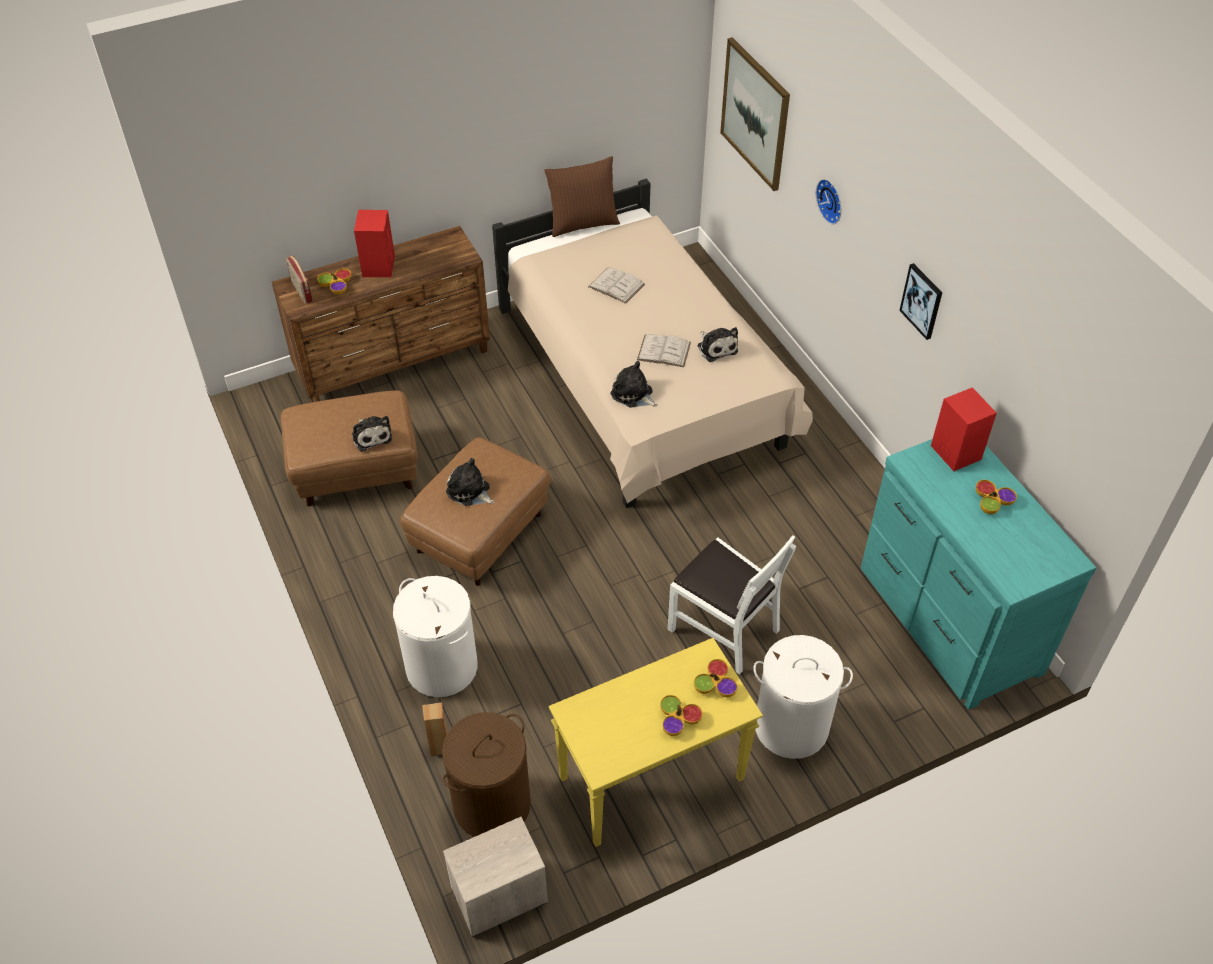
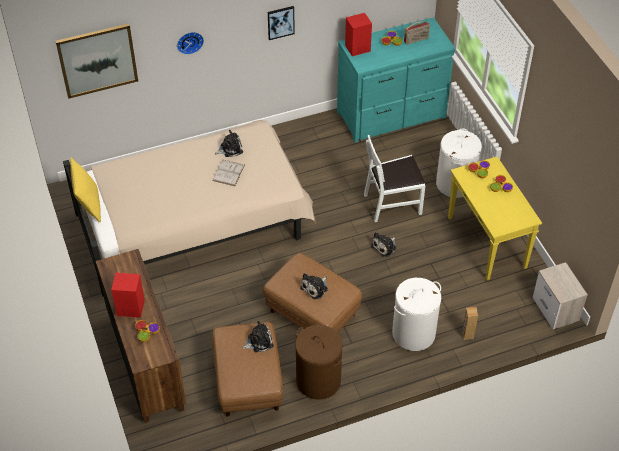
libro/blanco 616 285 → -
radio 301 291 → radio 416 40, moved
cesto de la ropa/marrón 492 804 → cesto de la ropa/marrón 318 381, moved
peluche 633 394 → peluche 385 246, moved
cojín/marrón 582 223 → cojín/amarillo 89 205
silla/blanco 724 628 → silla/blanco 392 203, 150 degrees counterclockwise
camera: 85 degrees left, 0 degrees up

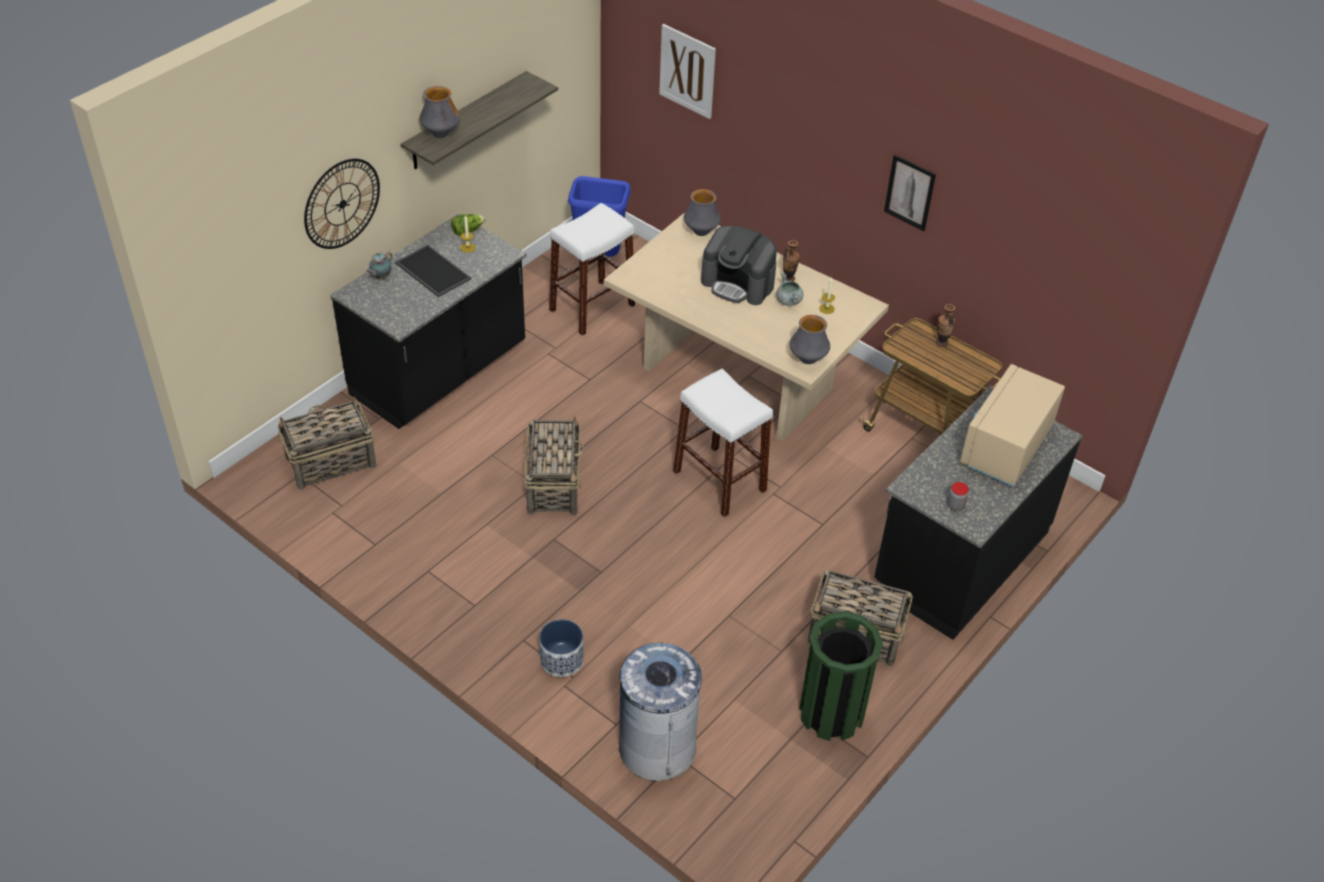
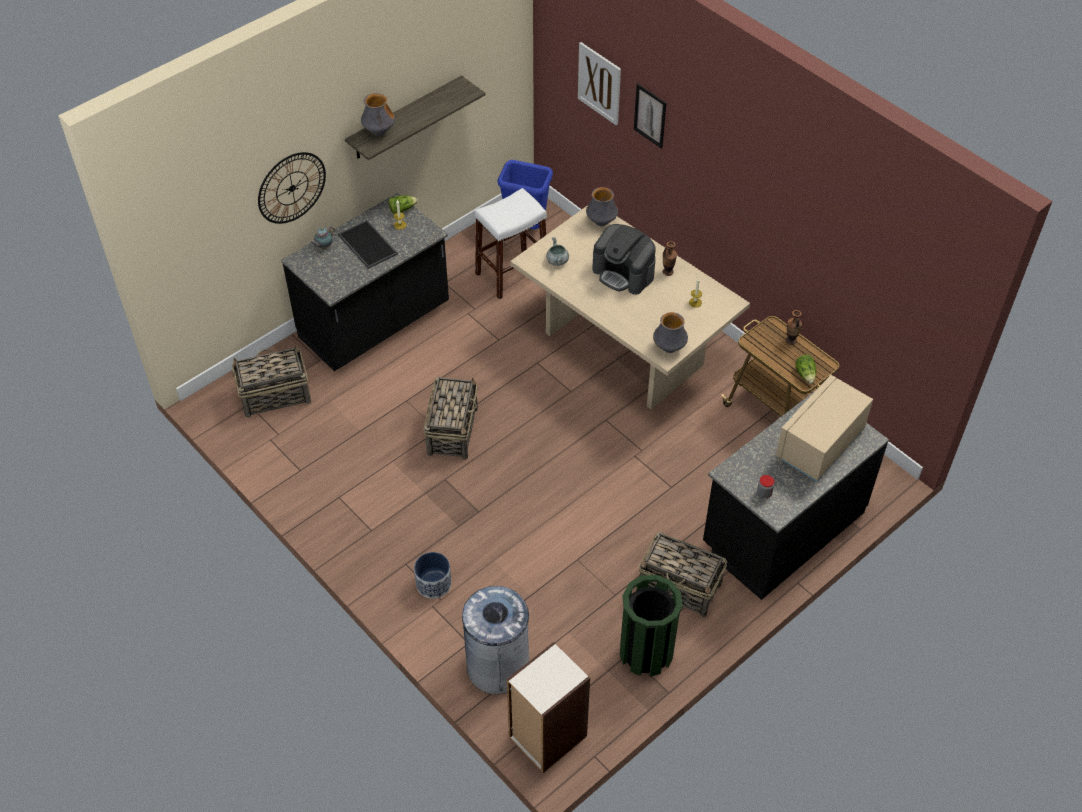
taburete/blanco 719 481 → -
- → estantería 547 737
- → lechuga 805 374
olla/gris 789 301 → olla/gris 557 261, moved
cuadro 909 192 → cuadro 650 116, moved
camera: 10 degrees right, 5 degrees up

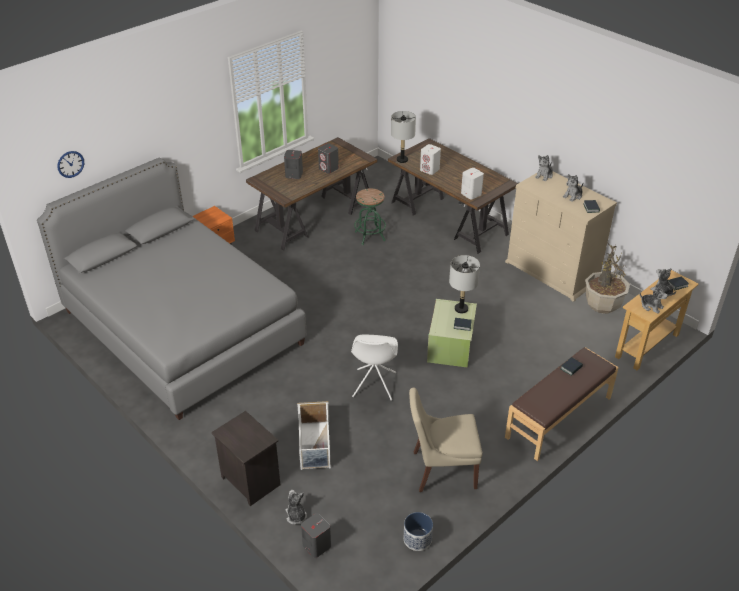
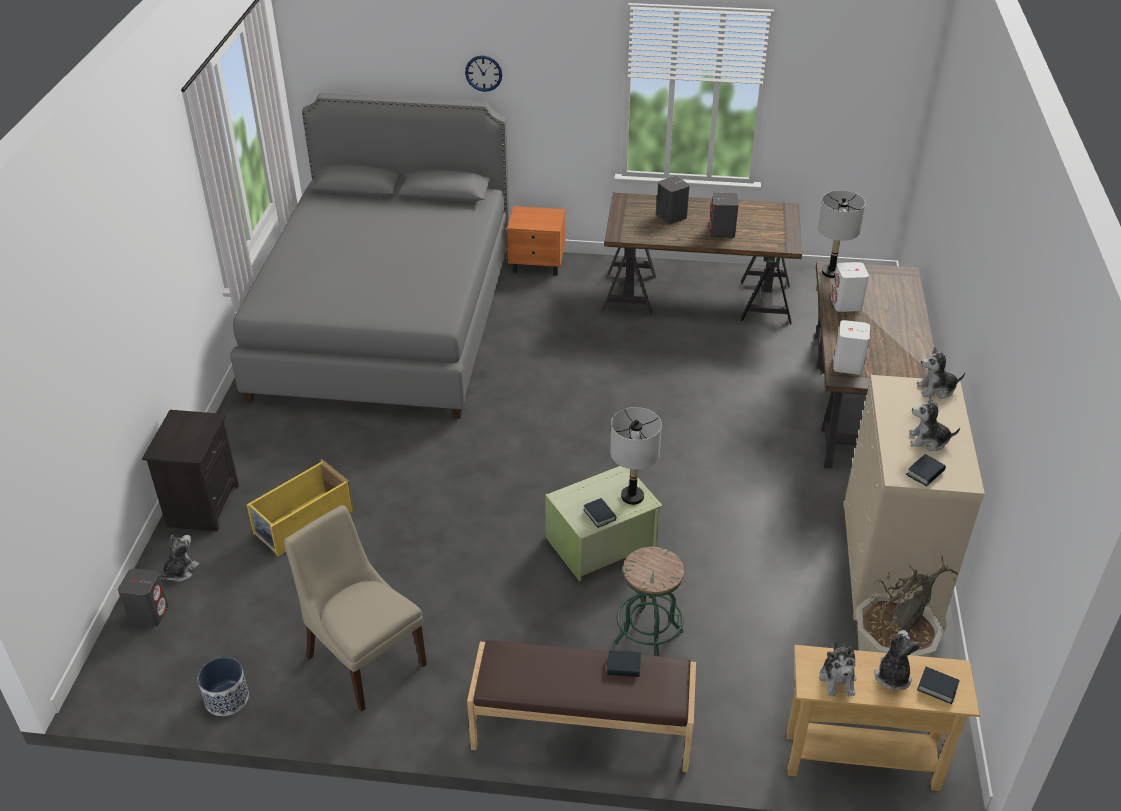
silla/blanco 374 385 → -
reloj de pared 70 164 → reloj de pared 483 73, moved
taburete/verde 370 236 → taburete/verde 648 637, moved
caja de almacenaje/blanco 315 445 → caja de almacenaje/amarillo 303 523
camera: 50 degrees right, 0 degrees up

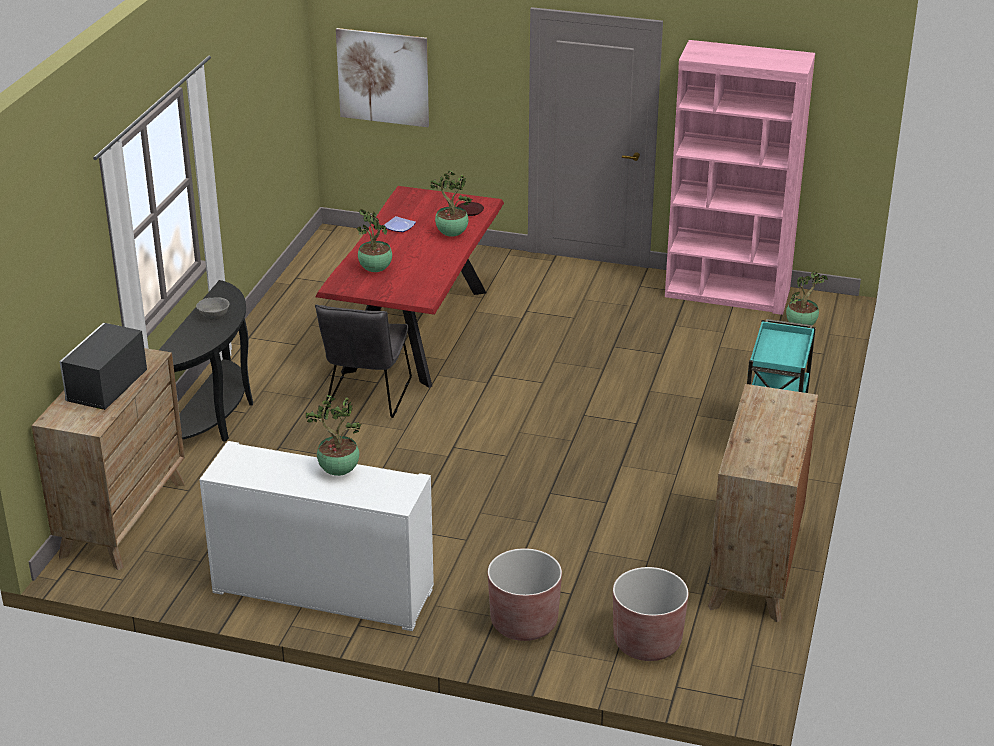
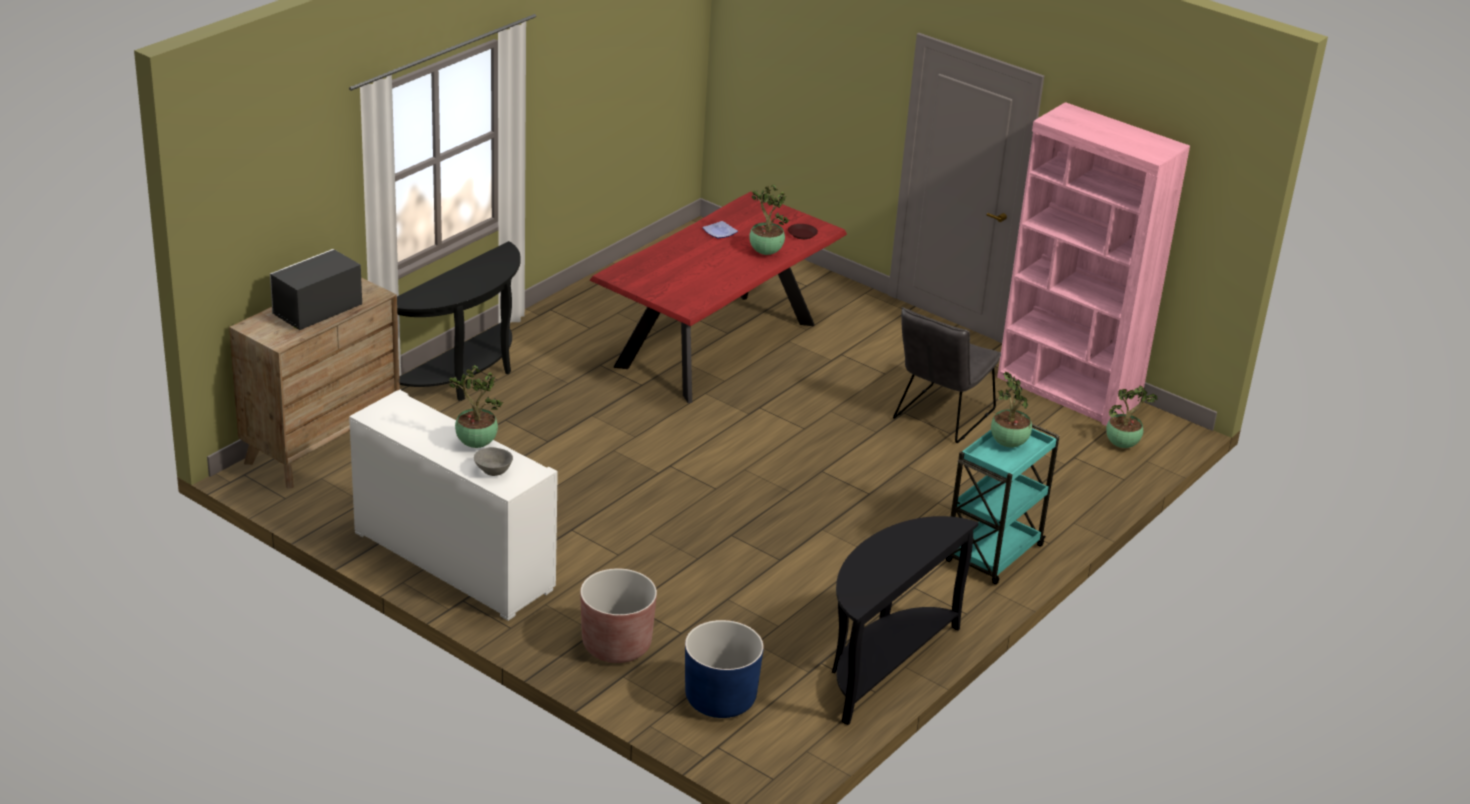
cuadro 383 77 → -
cuenco/gris 214 316 → cuenco/gris 493 470, moved
silla/gris 366 398 → silla/gris 940 417, moved
planta en maceta 376 270 → planta en maceta 1009 444, moved
cómoda/marrón 756 567 → mesa consola/negro 882 664
maceta/marrón 647 642 → maceta/azul 720 699
camera: 20 degrees right, 0 degrees up

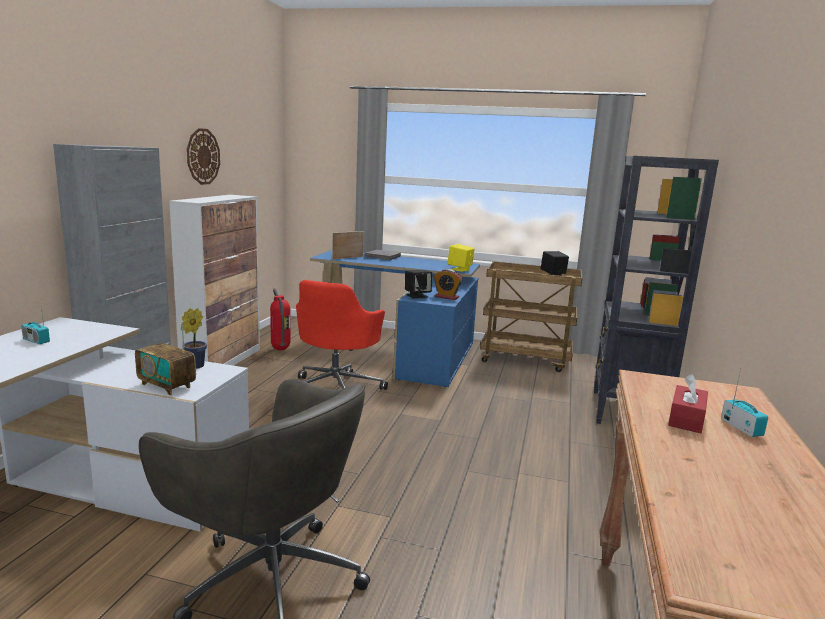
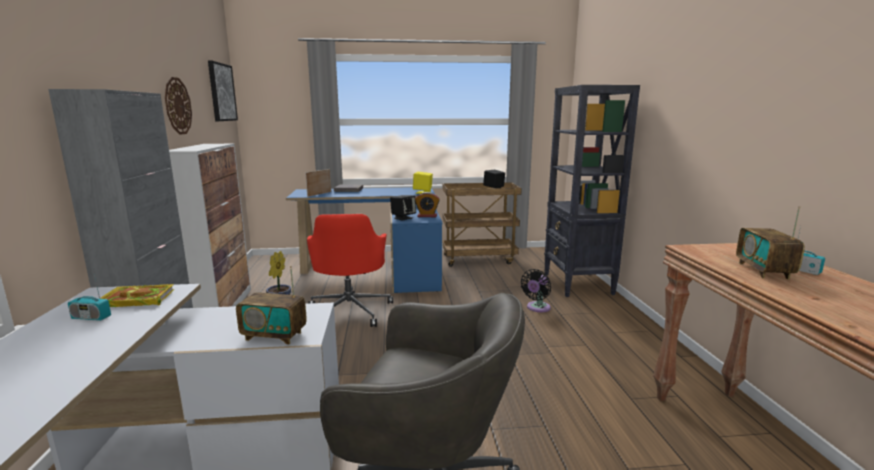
extintor 280 349 → -
- → libro 135 300
- → cuadro 221 92
- → ventilador/negro 537 308
caja de pañuelos/rojo 686 419 → radio 764 271
camera: 20 degrees left, 0 degrees up

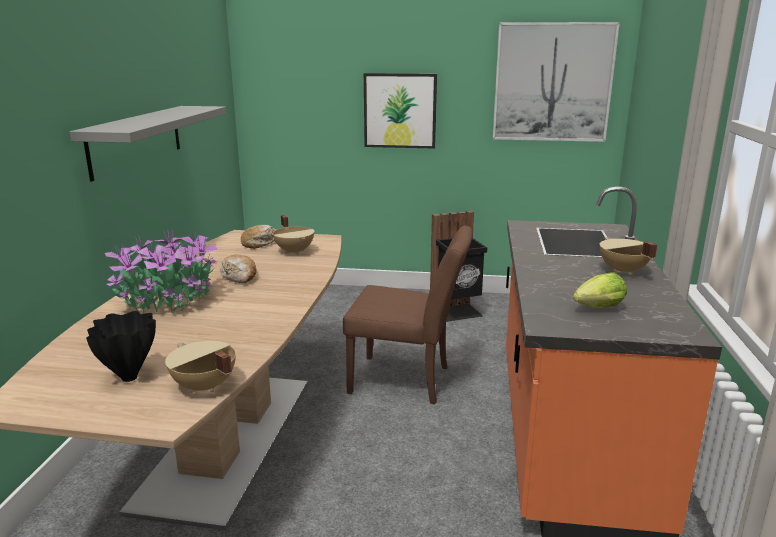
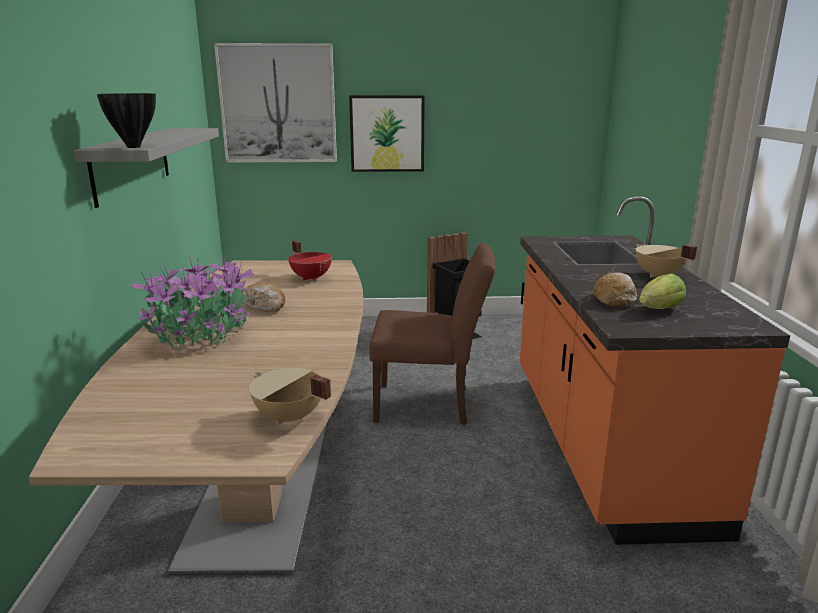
florero/negro 130 377 → florero/negro 134 147, moved
pan 260 243 → pan 614 298, moved
cuadro 552 82 → cuadro 278 104, moved
olla/beis 295 251 → olla/rojo 311 278
camera: 10 degrees left, 0 degrees up

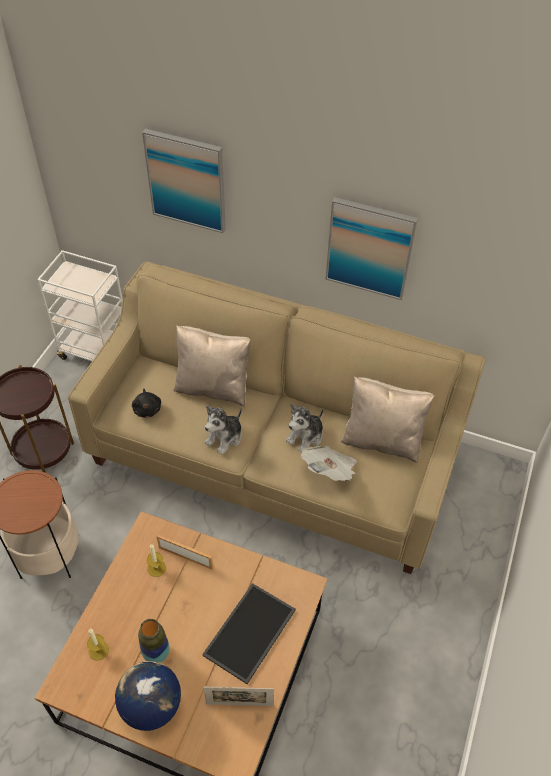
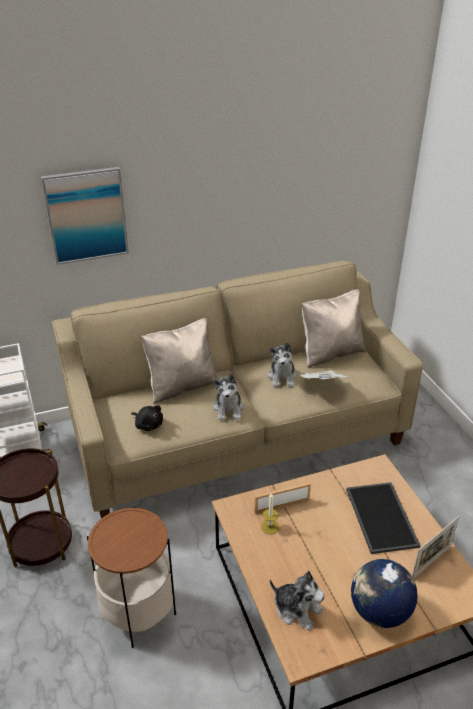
florero 156 653 → -
cuadro 370 248 → -
vela 98 650 → peluche 297 609
camera: 40 degrees left, 15 degrees down

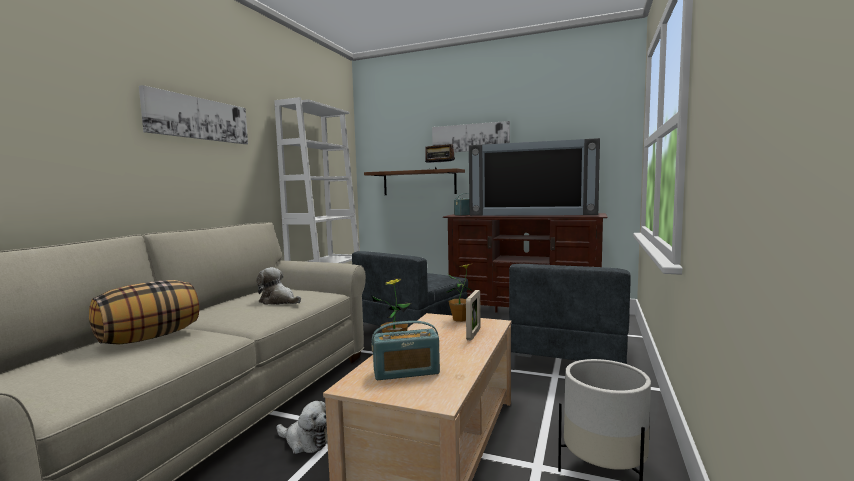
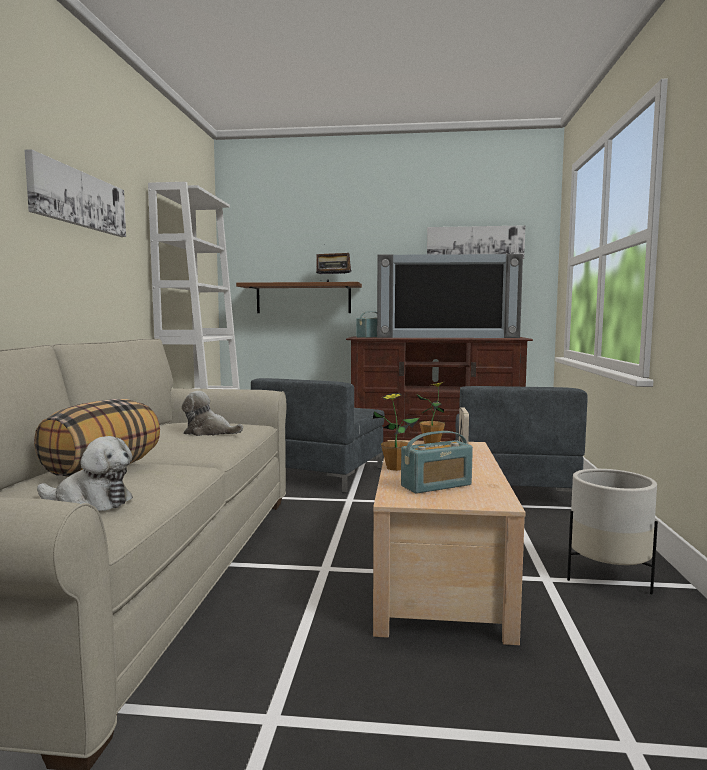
peluche 305 441 → peluche 90 502, moved
cuadro 470 138 → cuadro 475 243, moved
camera: 15 degrees left, 0 degrees up

